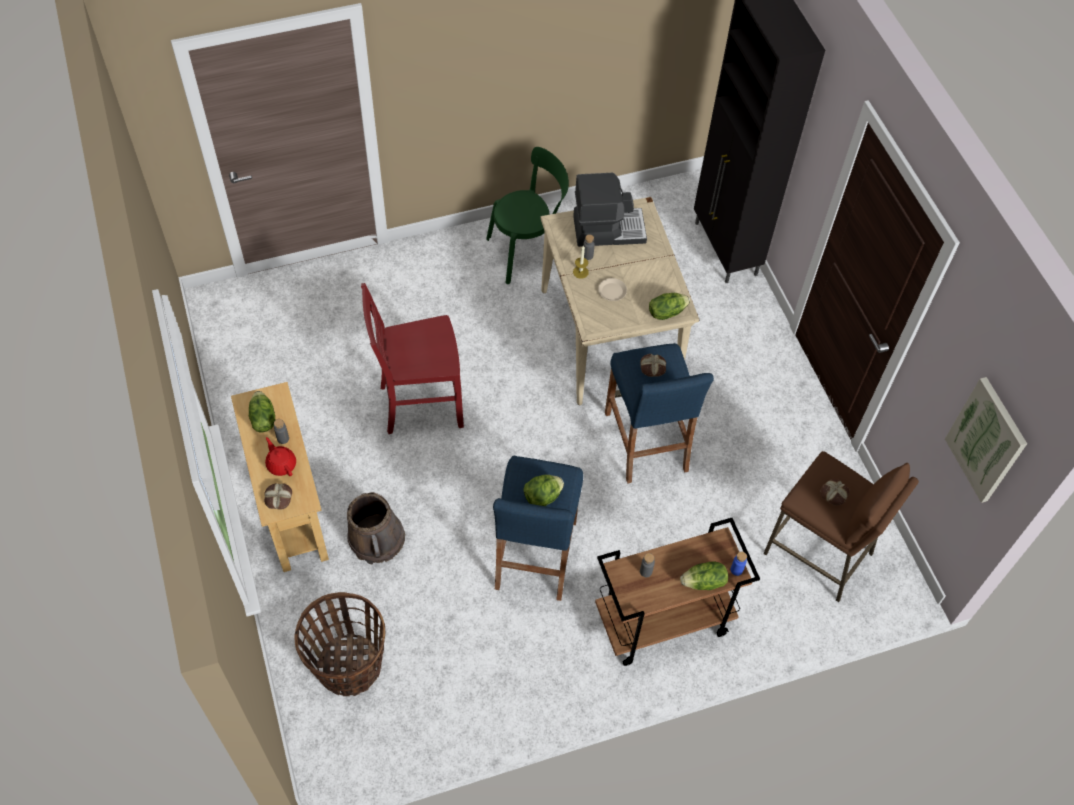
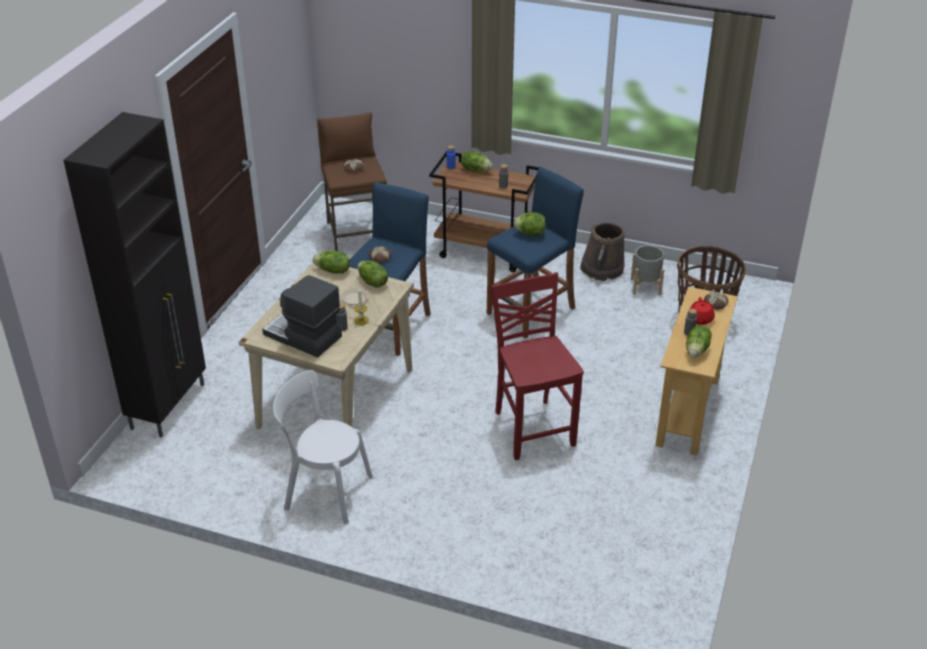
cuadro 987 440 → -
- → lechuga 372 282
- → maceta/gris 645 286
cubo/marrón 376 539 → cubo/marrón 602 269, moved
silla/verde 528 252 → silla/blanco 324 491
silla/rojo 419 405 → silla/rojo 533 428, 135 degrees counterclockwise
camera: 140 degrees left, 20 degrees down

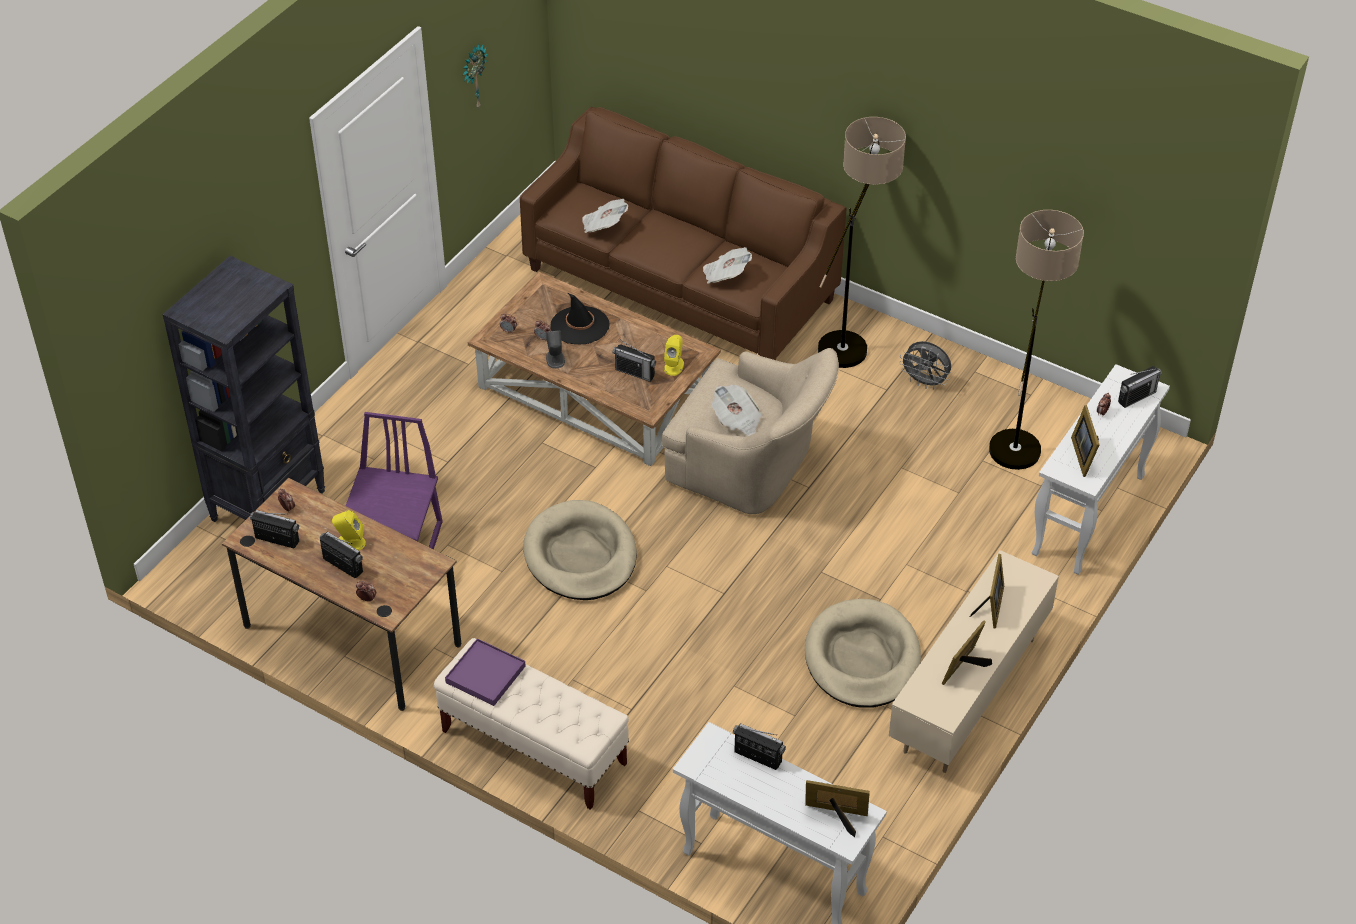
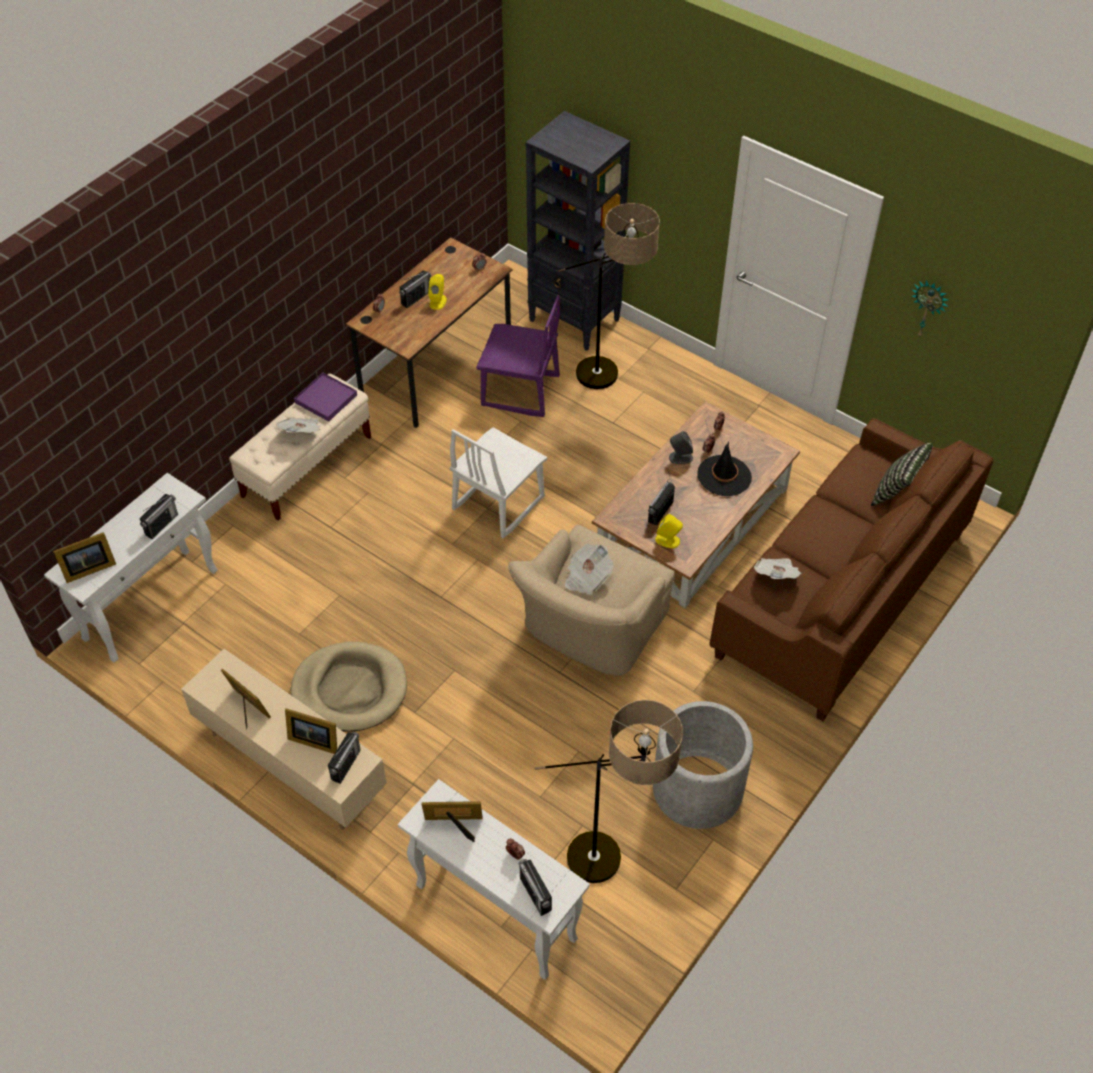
- → cojín 897 492
radio 277 539 → radio 346 765, moved
periódico 604 225 → periódico 302 433, moved
lámpara de pie 852 338 → lámpara de pie 611 381, moved
cama para perro/beis 580 555 → silla/blanco 497 503
ventilador/gris 925 382 → maceta/gris 697 789
portarretratos 837 817 → portarretratos 87 569, 45 degrees clockwise
camera: 95 degrees right, 5 degrees up

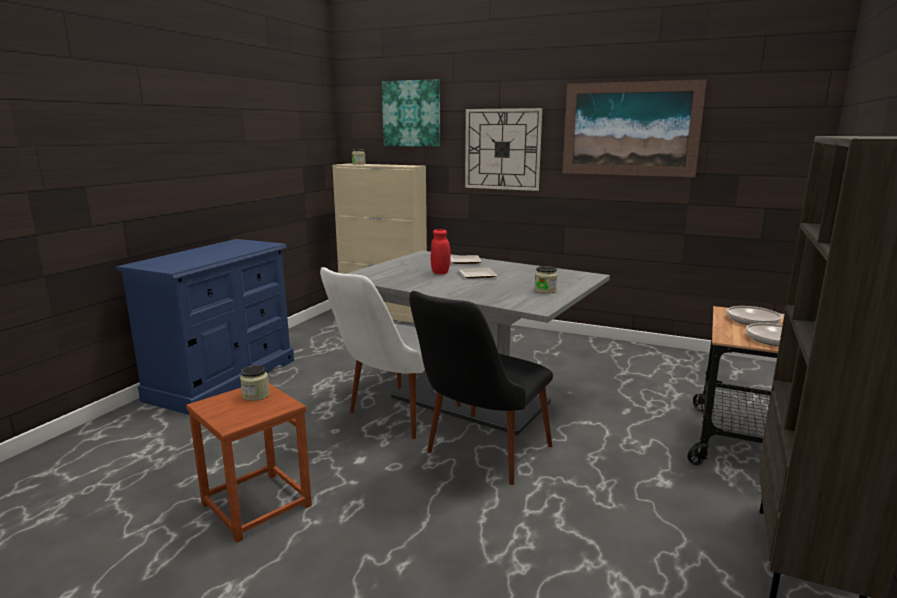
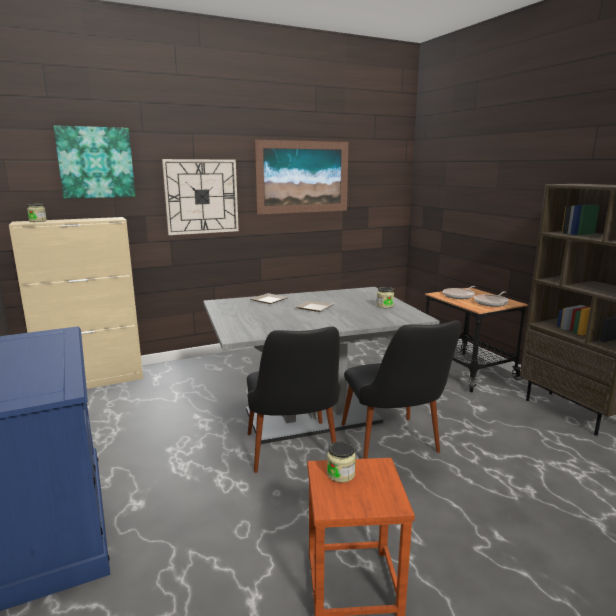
tarro/rojo 440 272 → -
silla/blanco 393 418 → silla/negro 294 457
camera: 50 degrees left, 0 degrees up

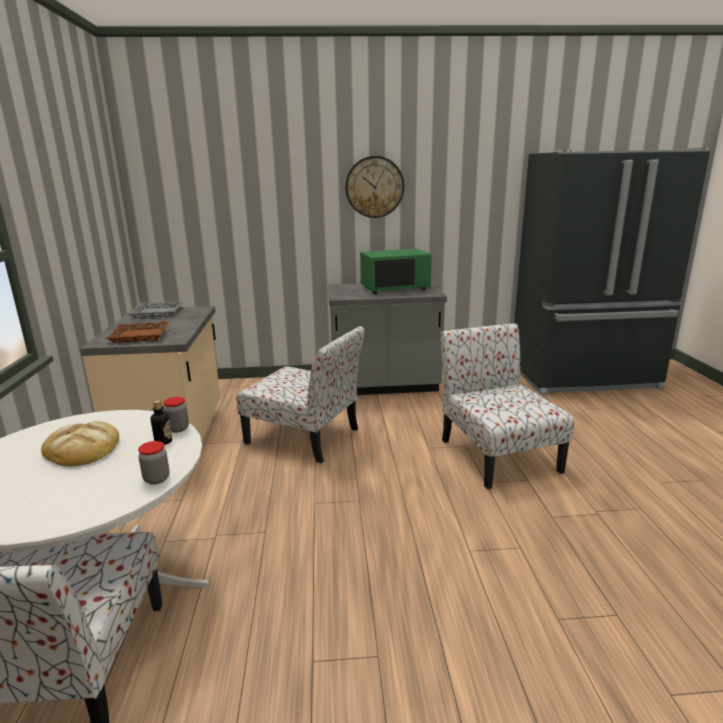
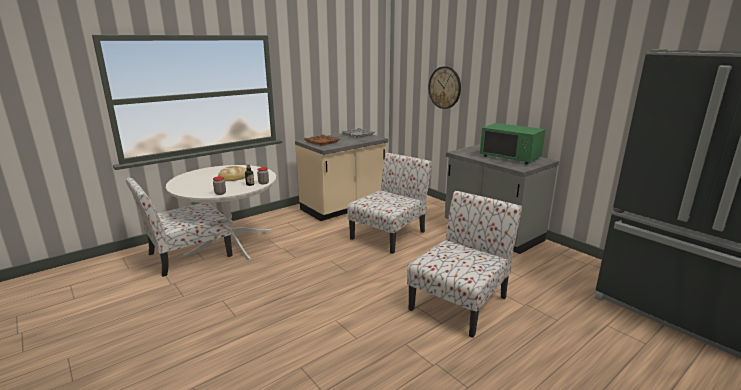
reloj de pared 374 187 → reloj de pared 444 87, moved
silla 305 437 → silla 389 234, 135 degrees counterclockwise
camera: 55 degrees right, 0 degrees up

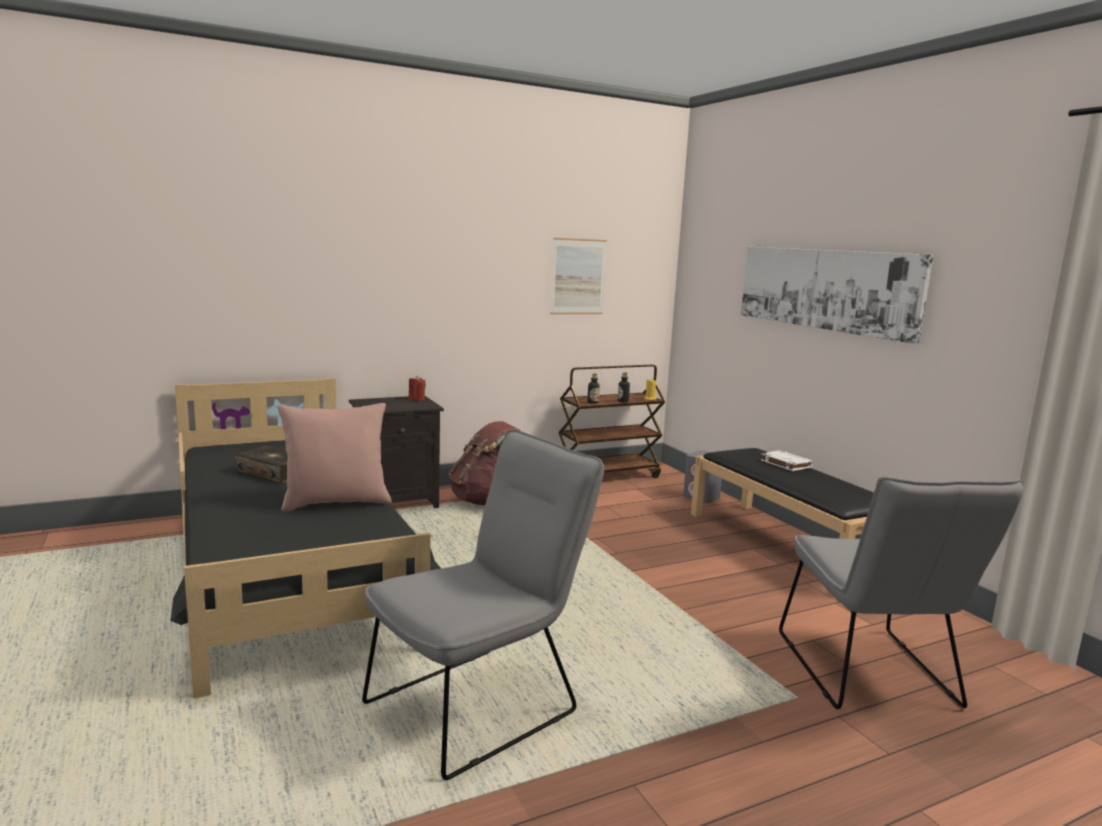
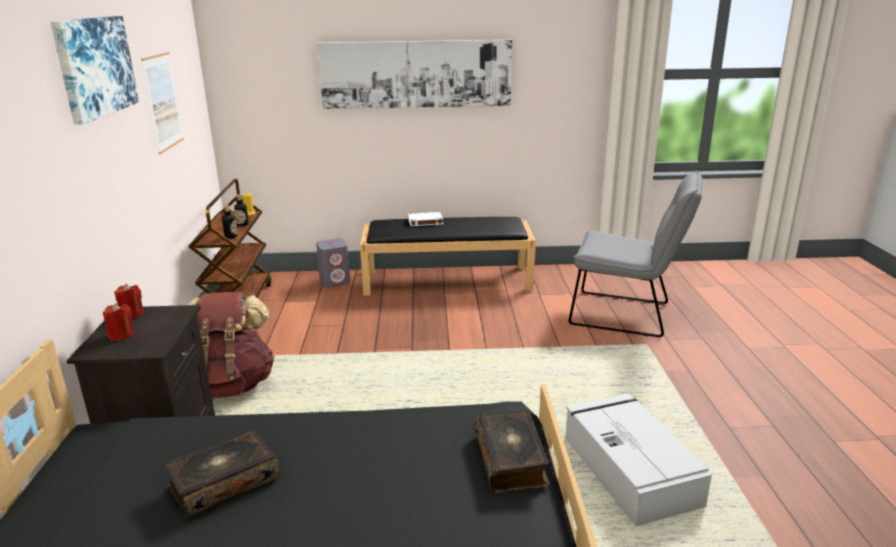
cojín/rosa 336 502 → -
- → cuadro 94 66
- → vela/rojo 121 335
- → libro 511 460
silla/gris 482 703 → caja de almacenaje/gris 629 469
camera: 65 degrees left, 10 degrees up

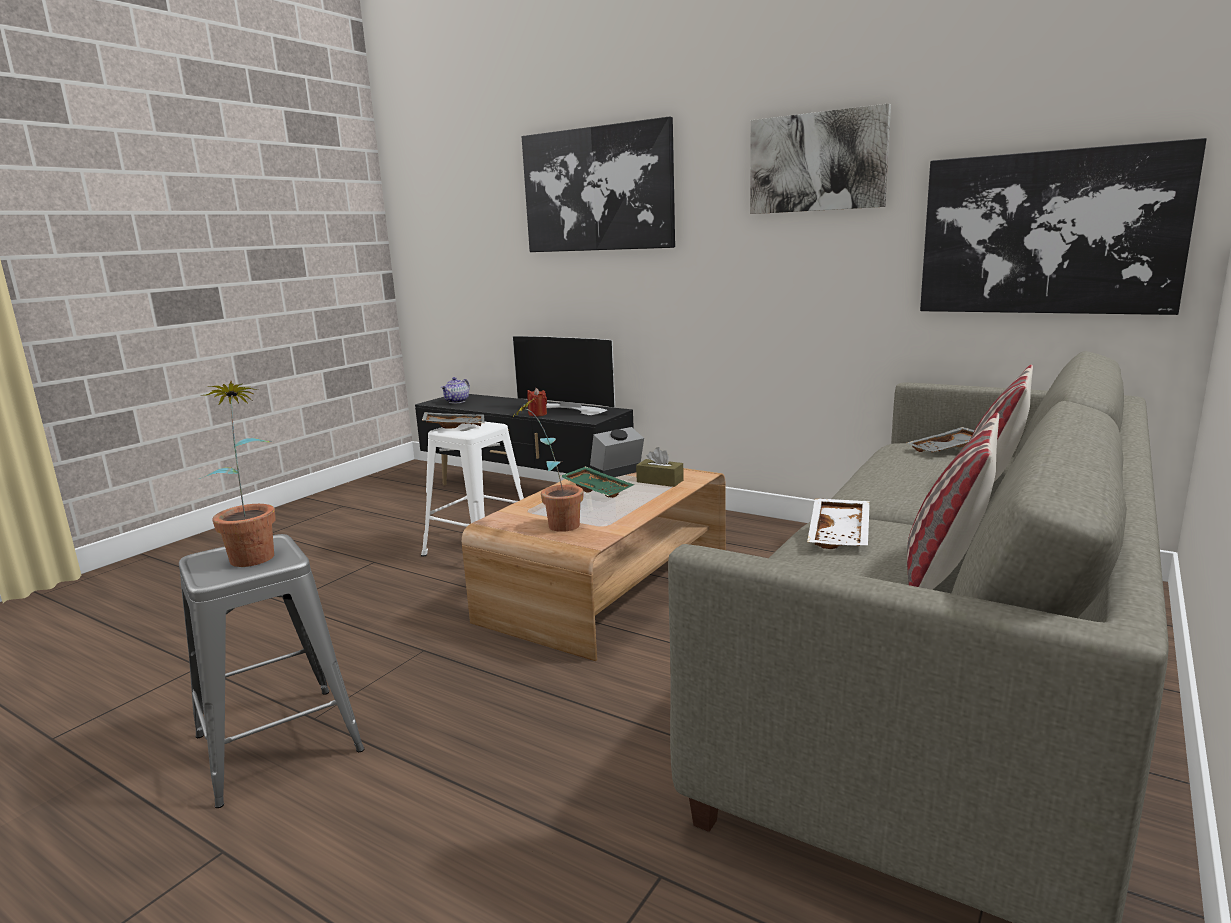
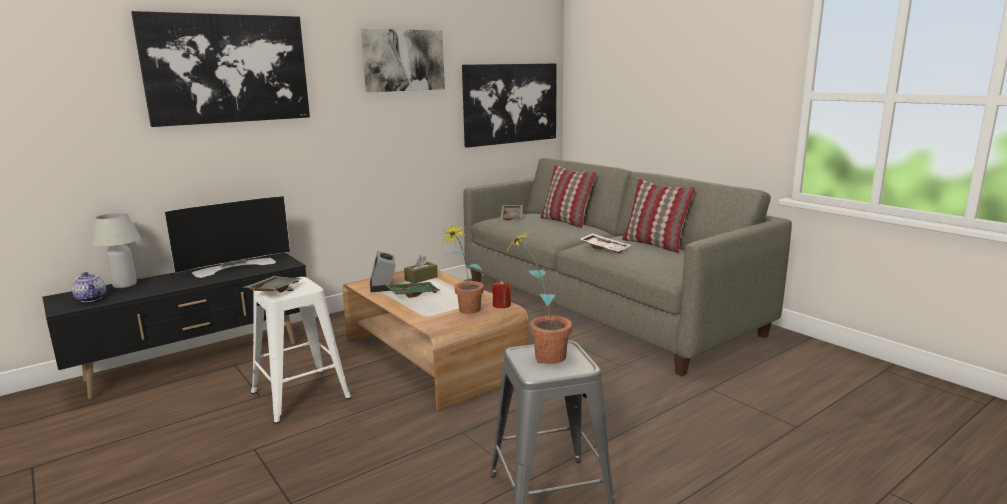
- → lámpara de mesa/blanco 125 285
vela/rojo 537 414 → vela/rojo 501 305, moved
camera: 70 degrees left, 0 degrees up

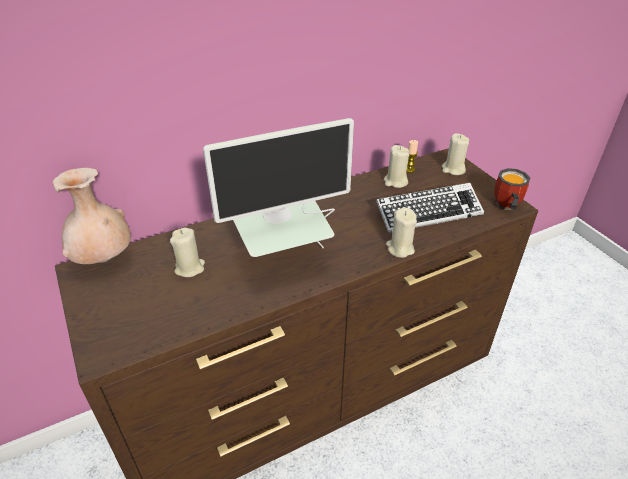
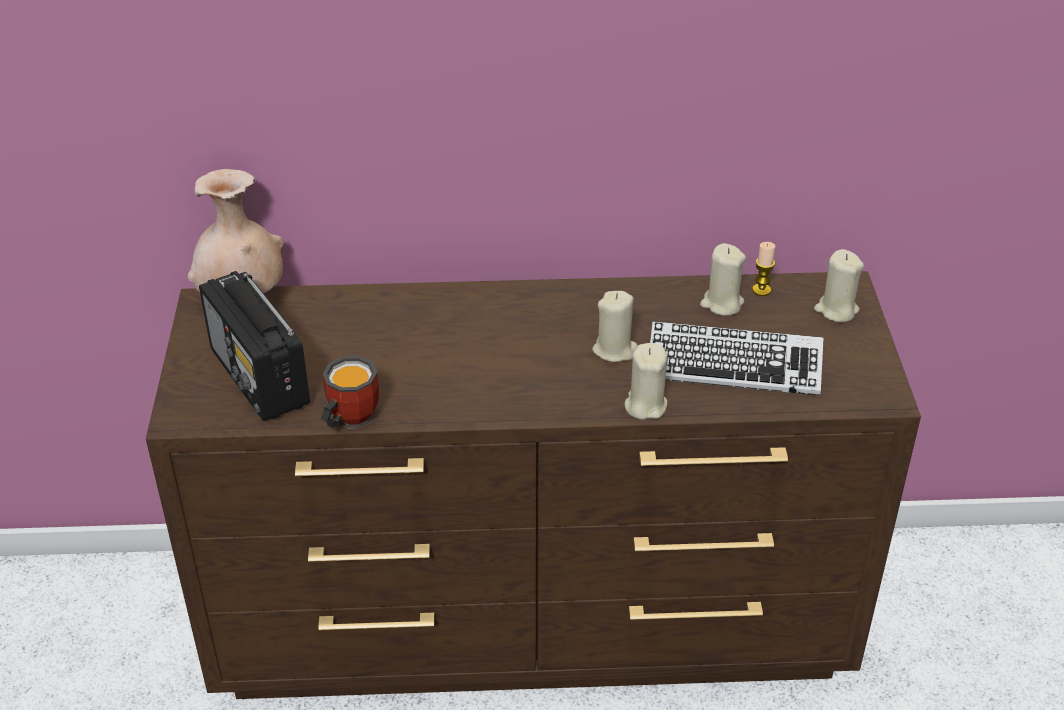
monitor 284 258 → -
- → radio 260 378
vela/beis 190 268 → vela/beis 615 350, moved
taza grande 505 206 → taza grande 347 419, moved
camera: 25 degrees right, 0 degrees up

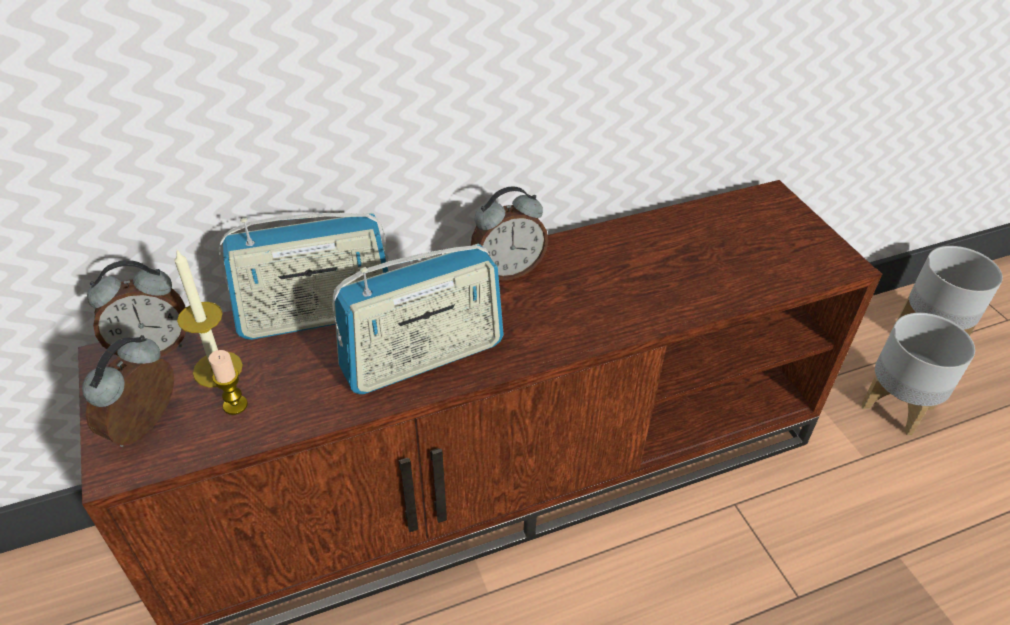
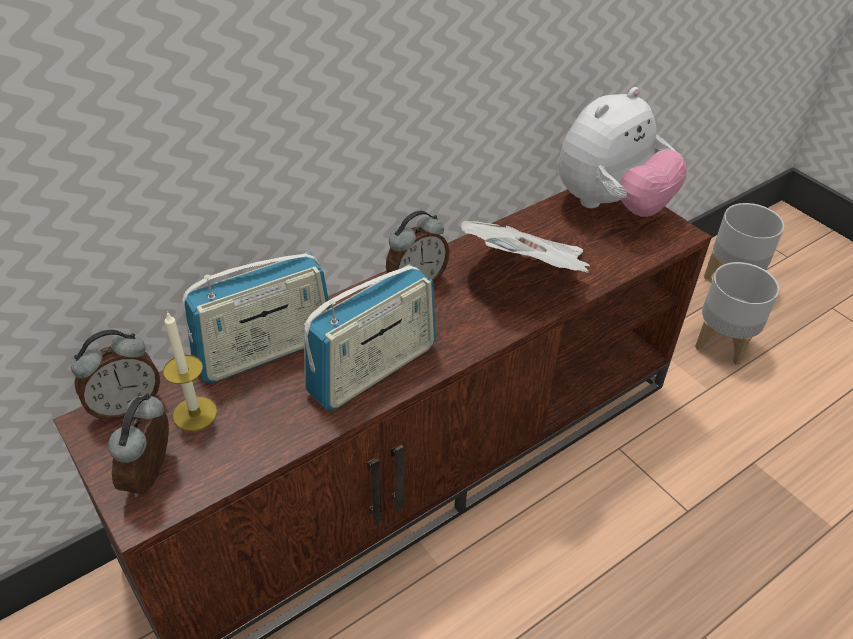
vela 235 405 → -
- → periódico 528 273
- → peluche 611 205
camera: 15 degrees left, 0 degrees up

